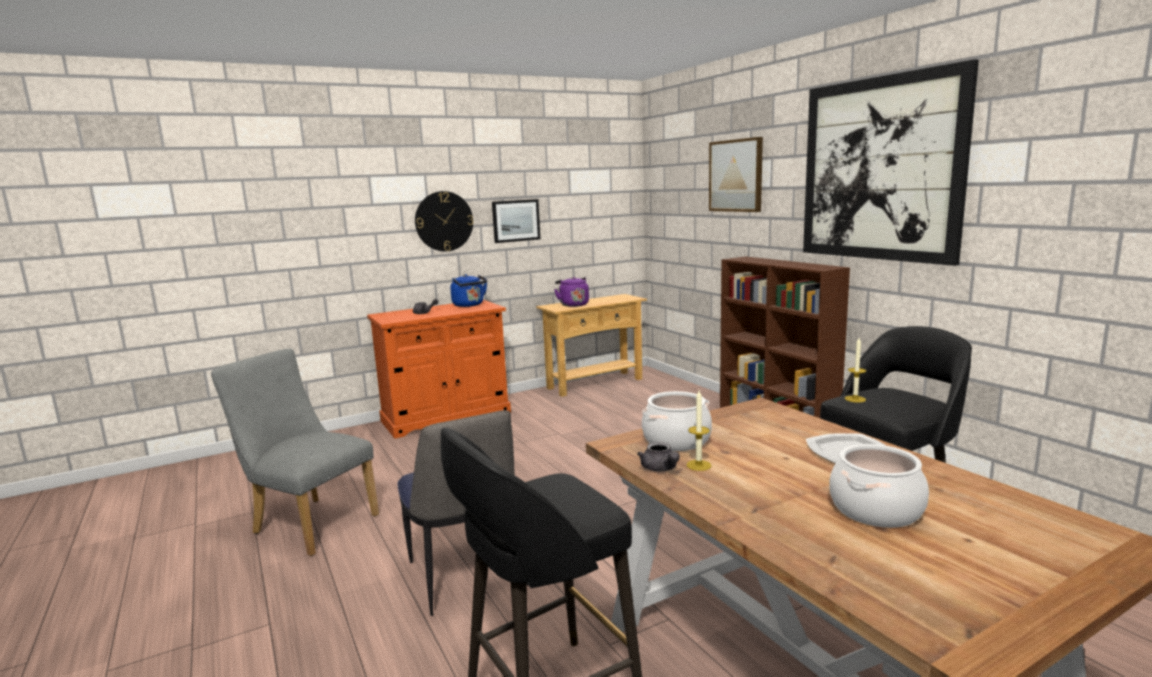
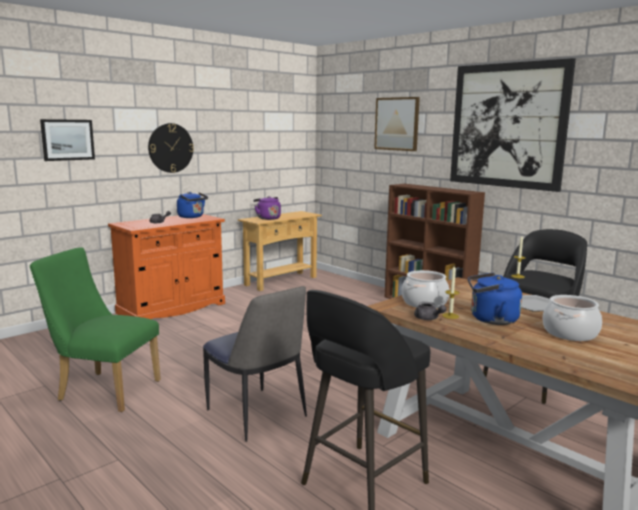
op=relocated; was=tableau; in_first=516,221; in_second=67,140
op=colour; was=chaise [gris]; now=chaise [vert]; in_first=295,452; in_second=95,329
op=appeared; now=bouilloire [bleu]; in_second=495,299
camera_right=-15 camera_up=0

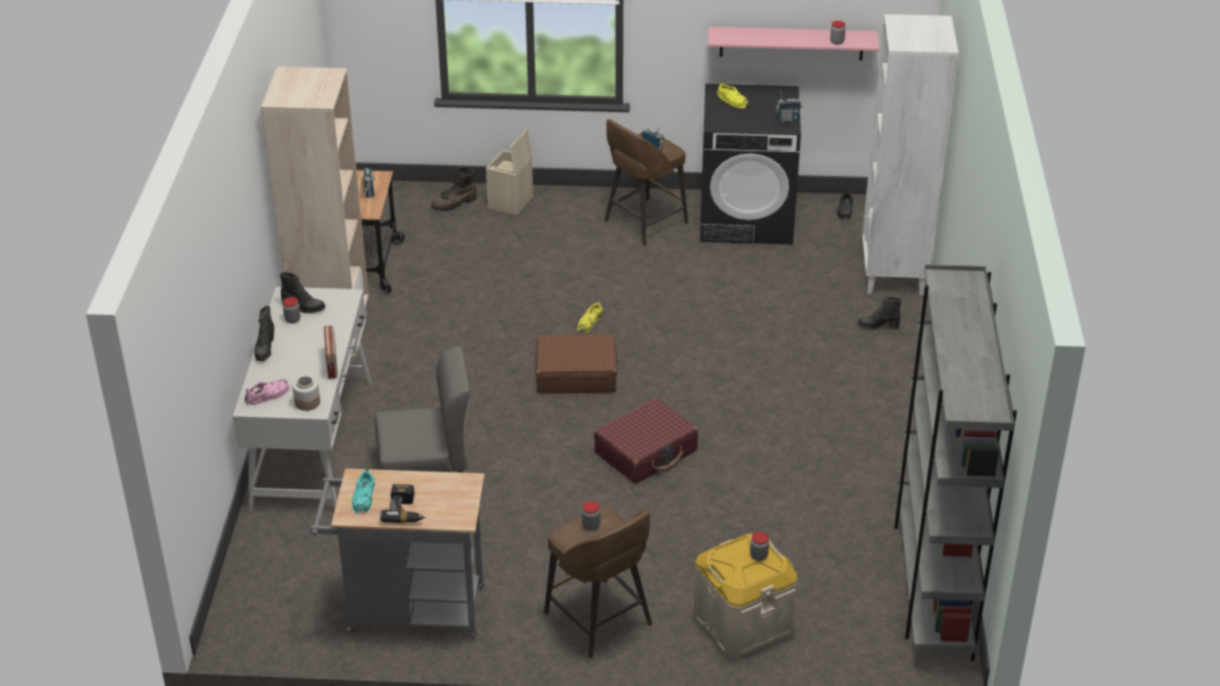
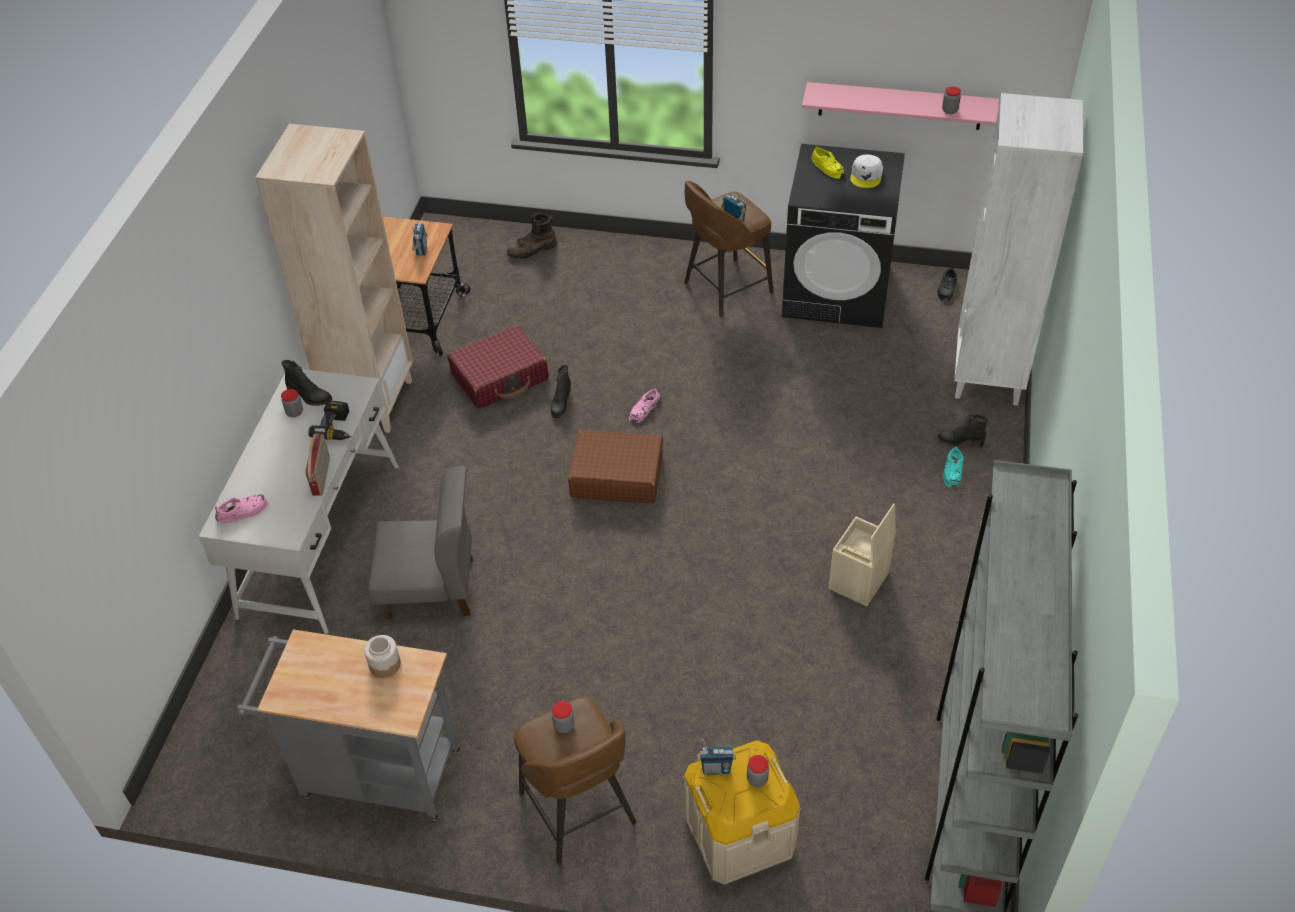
op=relocated; was=radio; in_first=789,106; in_second=716,757
op=relocated; was=boîte de rangement [beige]; in_first=509,171; in_second=862,554
op=colour; was=chaussure [jaune]; now=chaussure [rose]; in_first=590,317; in_second=645,405
op=relocated; was=botte [noir]; in_first=264,333; in_second=561,391
op=relocated; was=bocal; in_first=306,393; in_second=382,656
op=relocated; was=valise [rouge]; in_first=646,441; in_second=498,367
op=relocated; was=chaussure [turquoise]; in_first=363,491; in_second=953,467
op=relocated; was=perceuse; in_first=403,503; in_second=330,420
op=appeared; now=casquette [blanc]; in_second=866,171
camera_right=10 camera_up=10

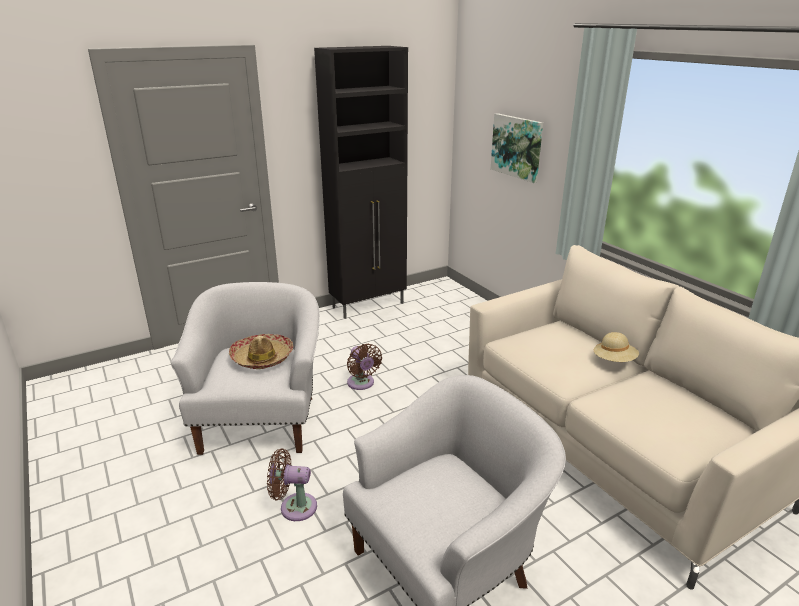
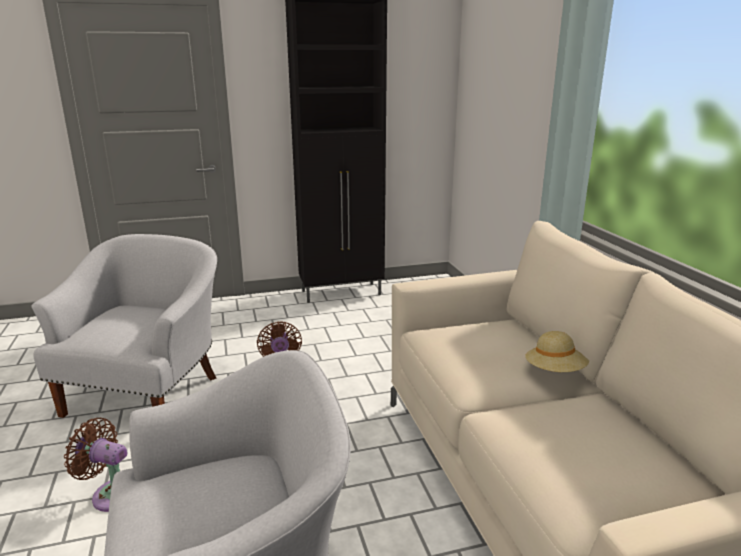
op=missing; was=tableau; in_first=517,148
op=missing; was=chapeau; in_first=261,351
camera_right=15 camera_up=-5

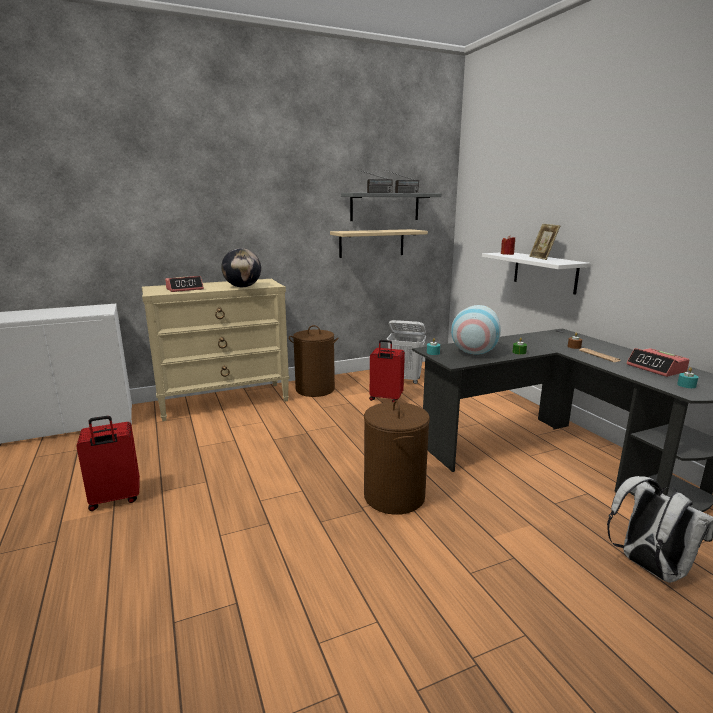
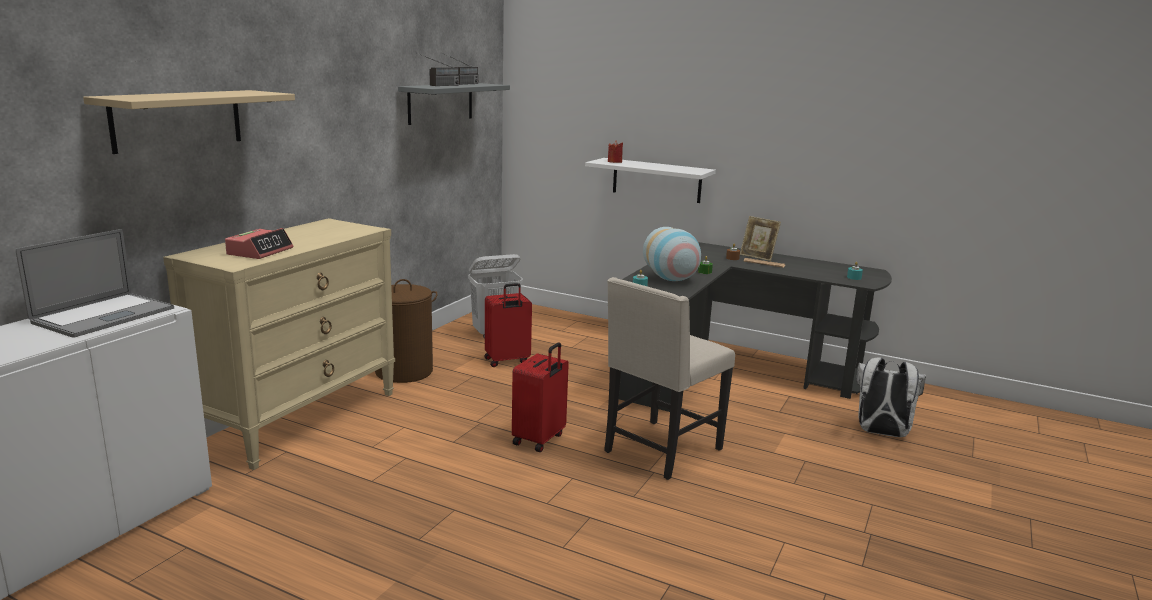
op=relocated; was=cadre photo; in_first=544,242; in_second=760,238
op=relocated; was=étagère [beige]; in_first=379,243; in_second=189,122
op=missing; was=globe; in_first=241,267
op=missing; was=réveil; in_first=657,362
op=exchanged; was=panier à linge [marron]; now=chaise [beige]; in_first=397,457; in_second=670,378
op=relocated; was=valise [rouge]; in_first=108,463; in_second=540,397
op=appeared; now=ordinateur portable; in_second=95,283
camera_right=-40 camera_up=0

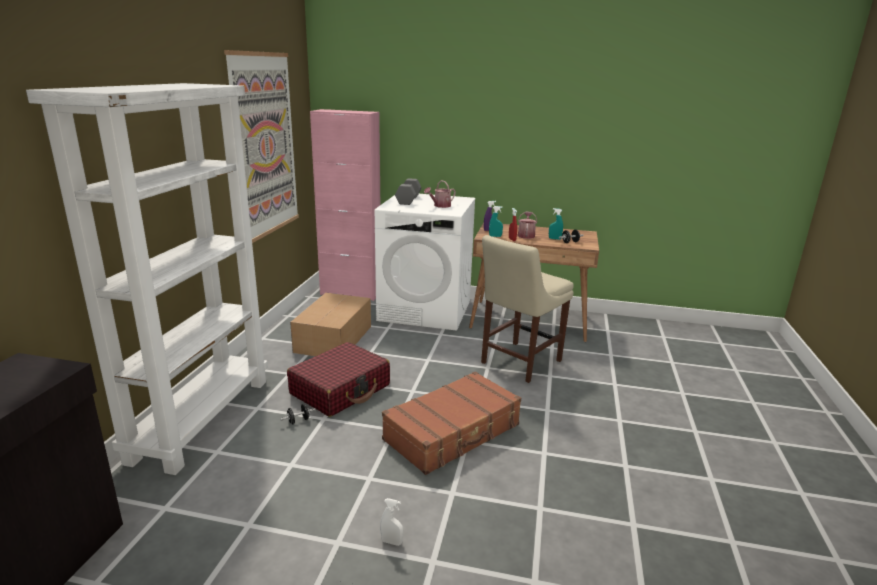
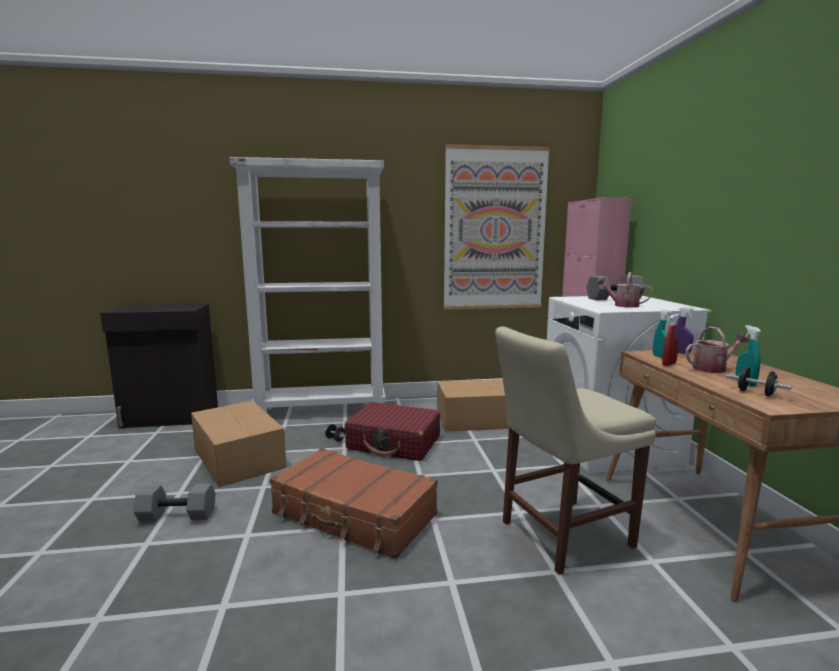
op=spun; was=chaise [beige]; in_first=527,309; in_second=575,450; clockwise=-45
op=exchanged; was=vaporisateur [blanc]; now=haltère [gris]; in_first=391,522; in_second=174,503
op=appeared; now=carton; in_second=239,444
camera_right=70 camera_up=-10

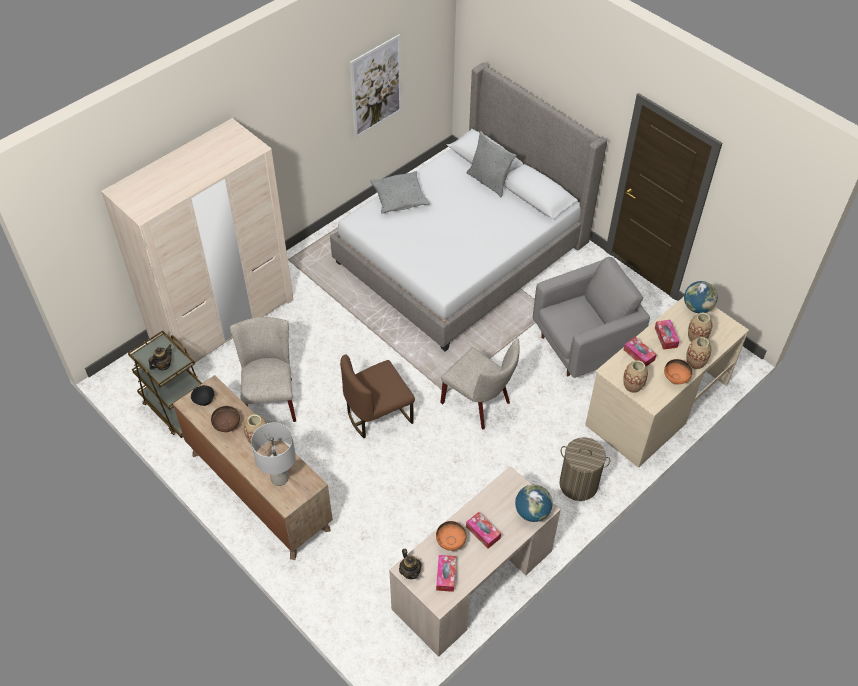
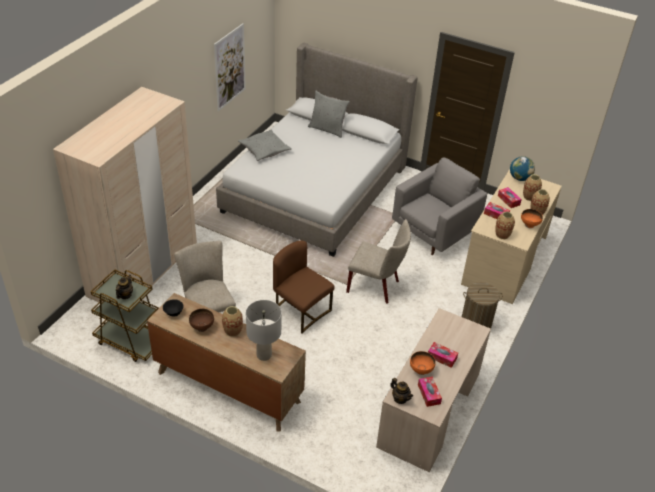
op=spun; was=chaise [marron]; in_first=377,396; in_second=304,287; clockwise=90
op=missing; was=globe; in_first=534,503
camera_right=-20 camera_up=-10

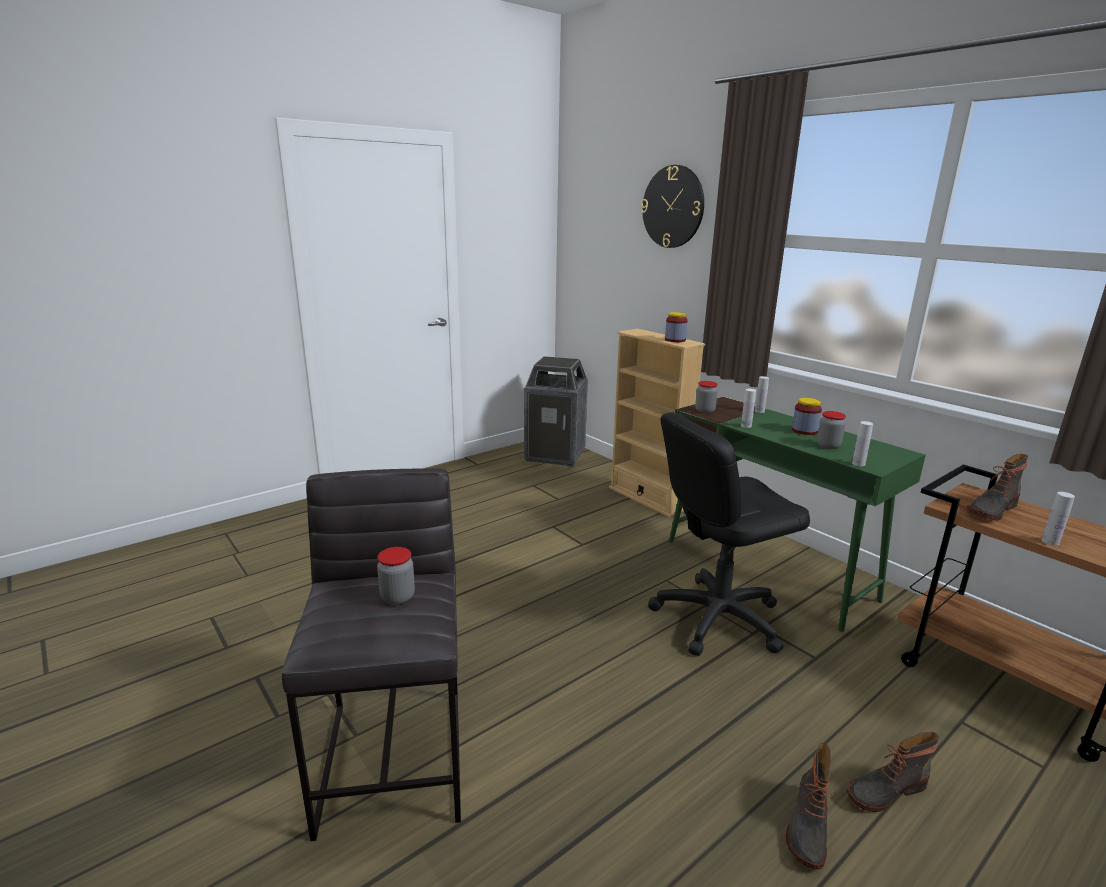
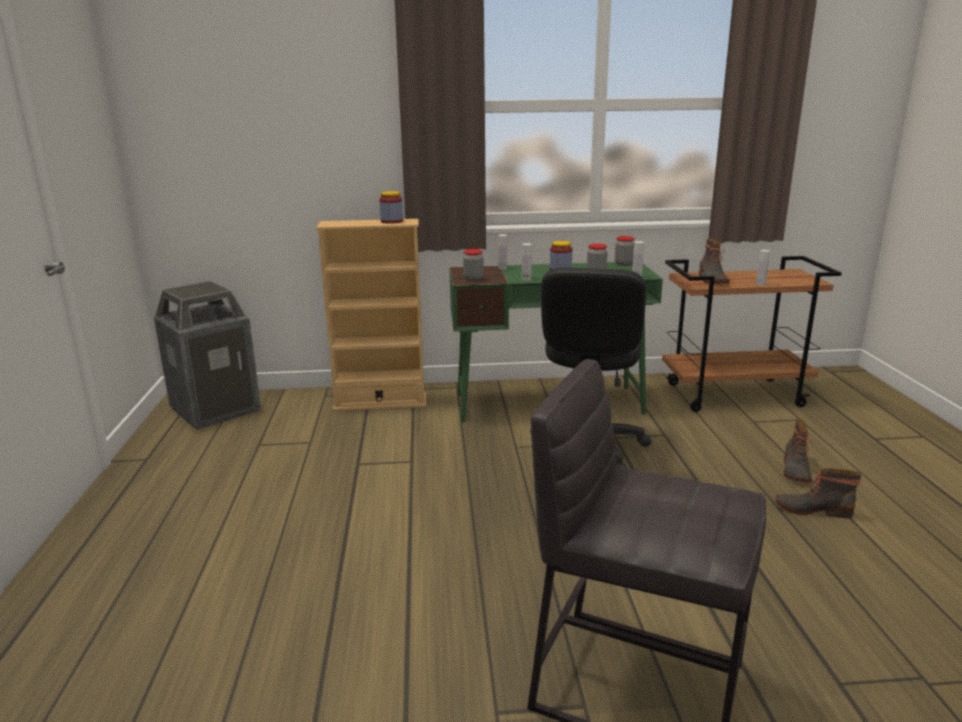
op=missing; was=horloge murale; in_first=672,206
op=relocated; was=bocal; in_first=396,576; in_second=625,251
op=spun; was=botte; in_first=810,806; in_second=819,493; clockwise=135
camera_right=-55 camera_up=0

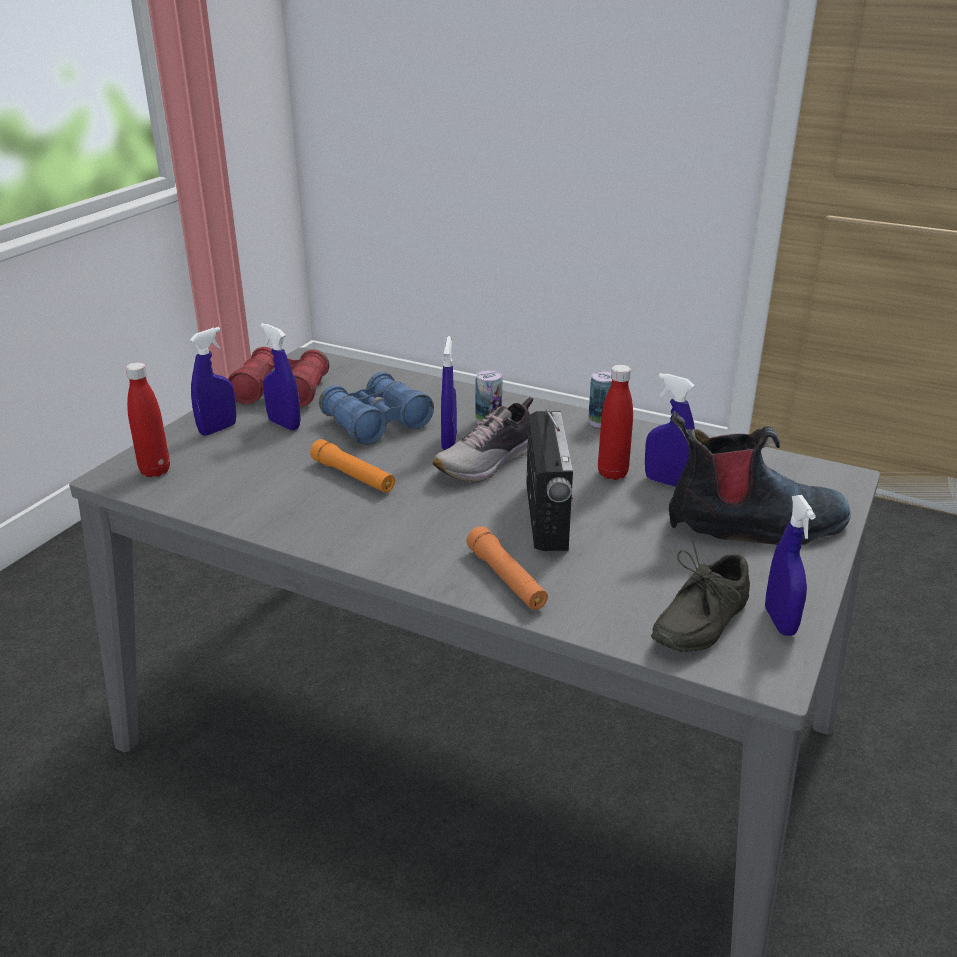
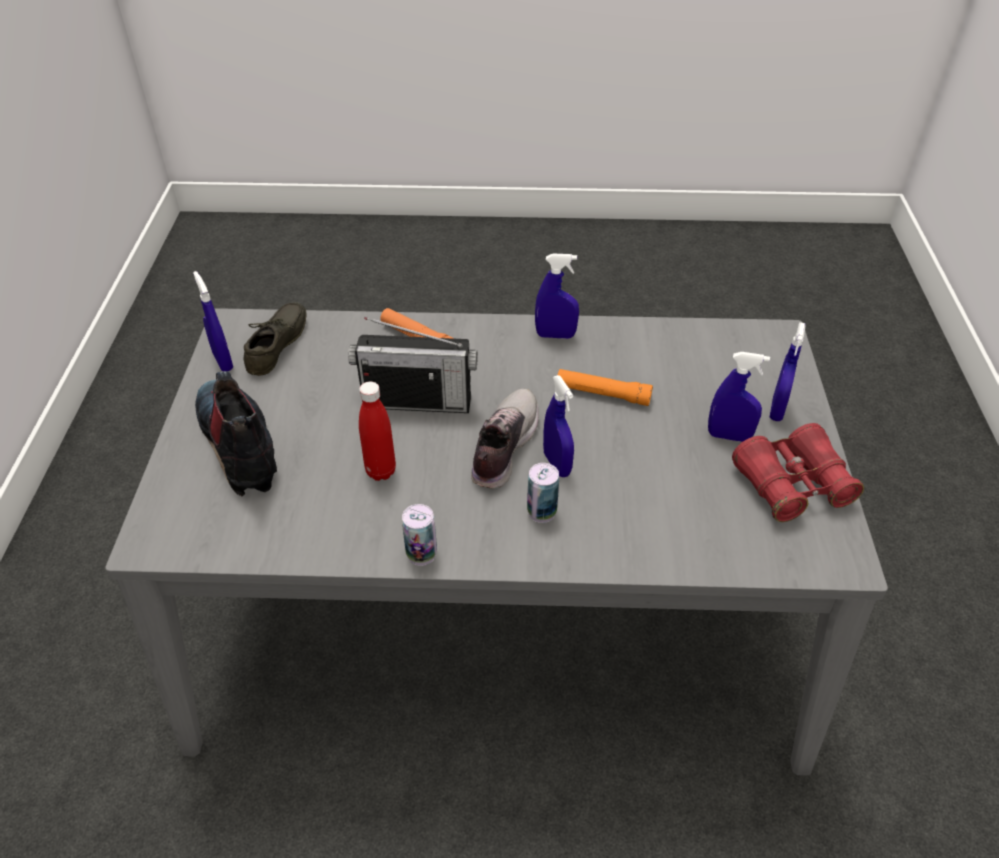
op=missing; was=bouteille [rouge]; in_first=148,419
op=missing; was=jumelles [bleu]; in_first=376,408
op=relocated; was=vaporisateur [bleu]; in_first=670,430; in_second=557,296
op=spun; was=radio; in_first=549,480; in_second=413,365; clockwise=-60
op=spun; was=botte; in_first=760,478; in_second=236,434; clockwise=90
camera_right=155 camera_up=15

